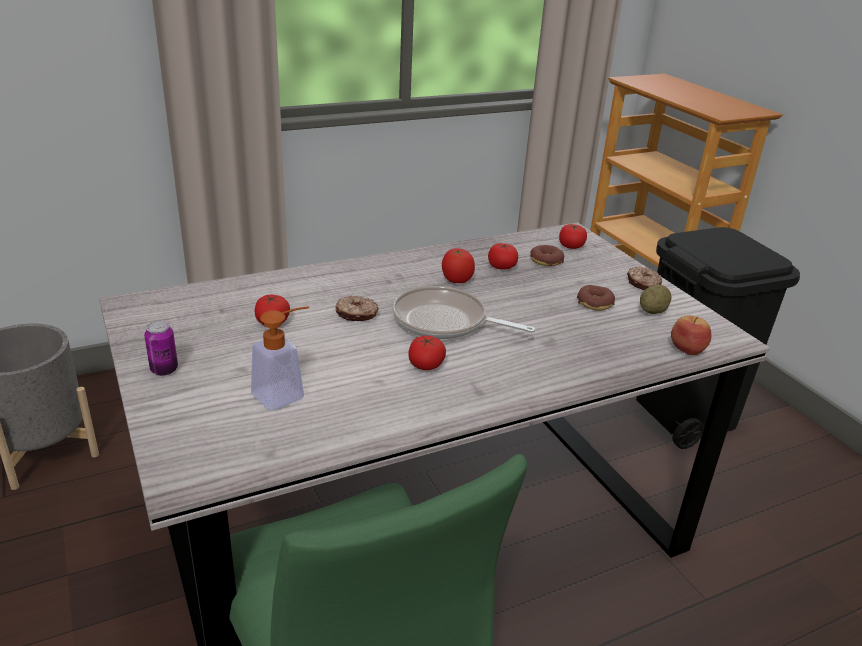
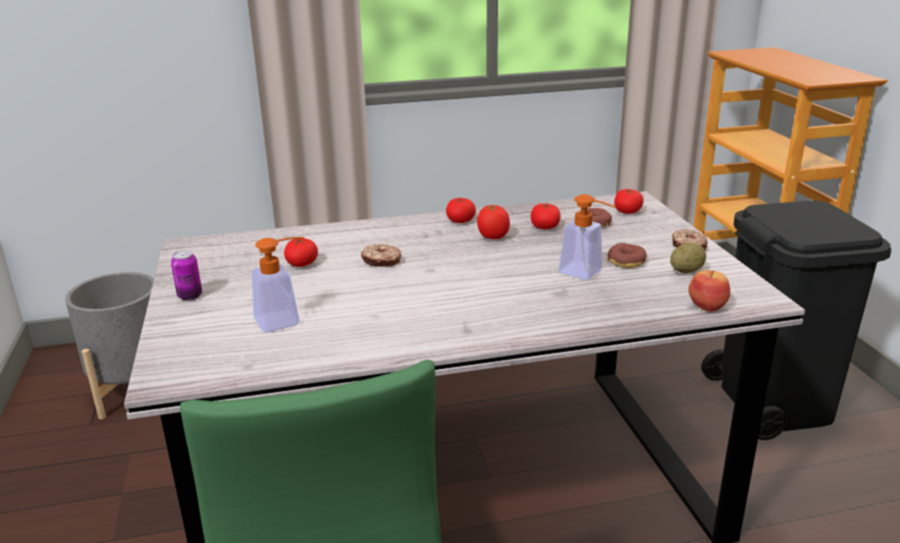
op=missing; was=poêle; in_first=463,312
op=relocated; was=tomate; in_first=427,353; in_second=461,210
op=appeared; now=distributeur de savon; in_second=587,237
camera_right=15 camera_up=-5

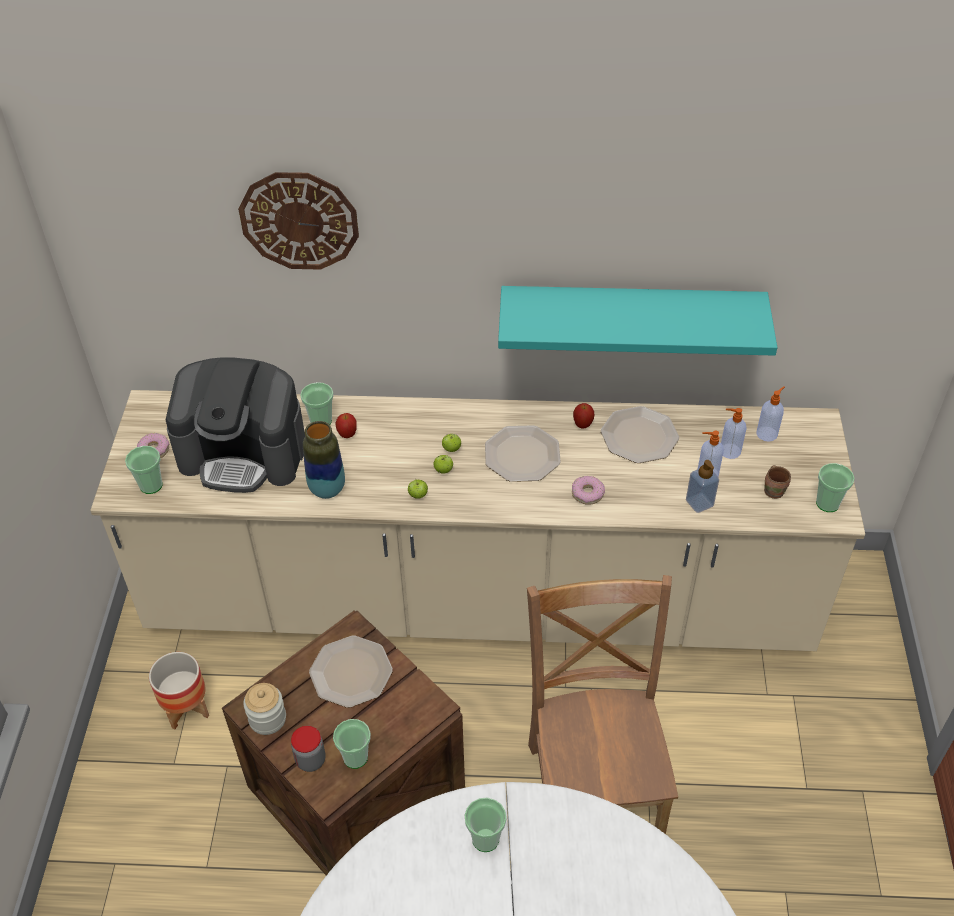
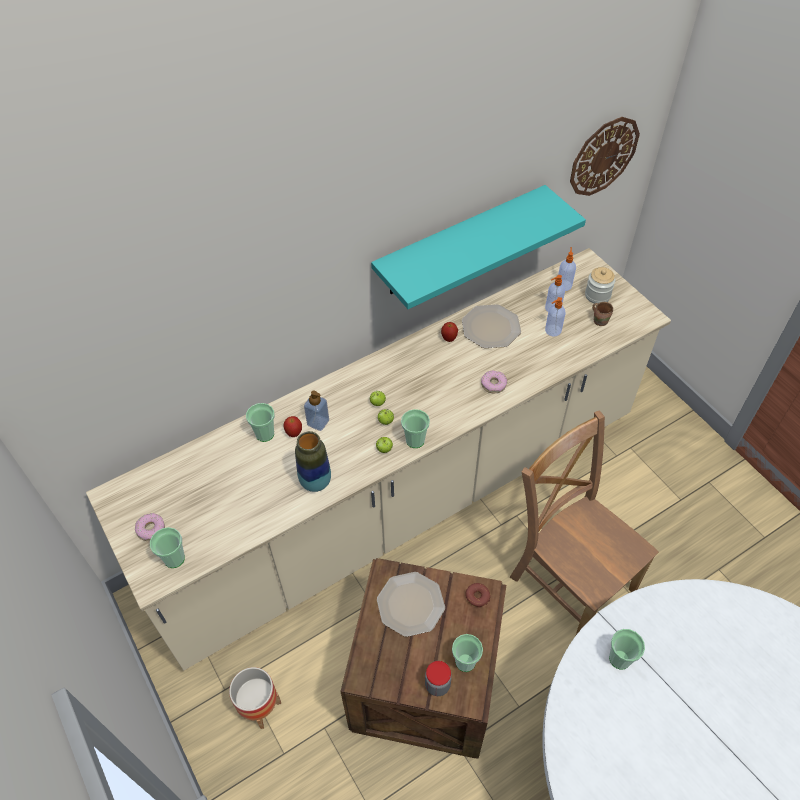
op=relocated; was=horloge murale; in_first=298,221; in_second=605,156
op=missing; was=machine à café; in_first=235,425
op=missing; was=assiette; in_first=523,453
op=relocated; was=distributeur de savon; in_first=702,486; in_second=316,411
op=relocated; was=tasse; in_first=835,487; in_second=415,428
op=relocated; was=bocal; in_first=264,709; in_second=600,285
op=appeared; now=beignet; in_second=478,595
camera_right=-35 camera_up=5

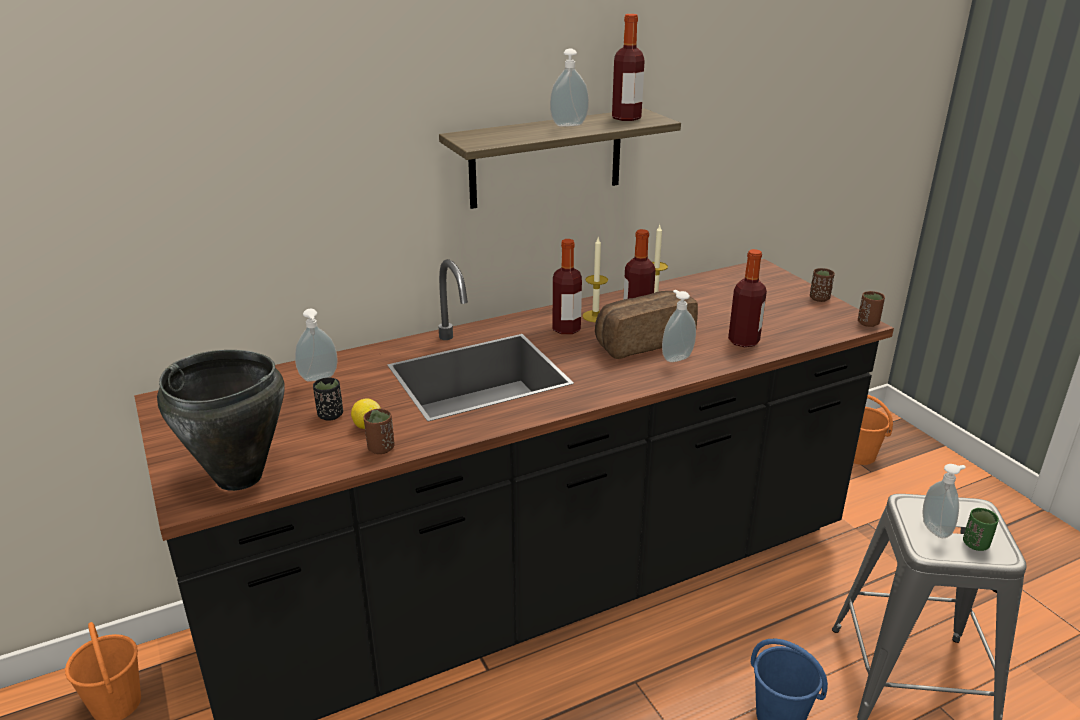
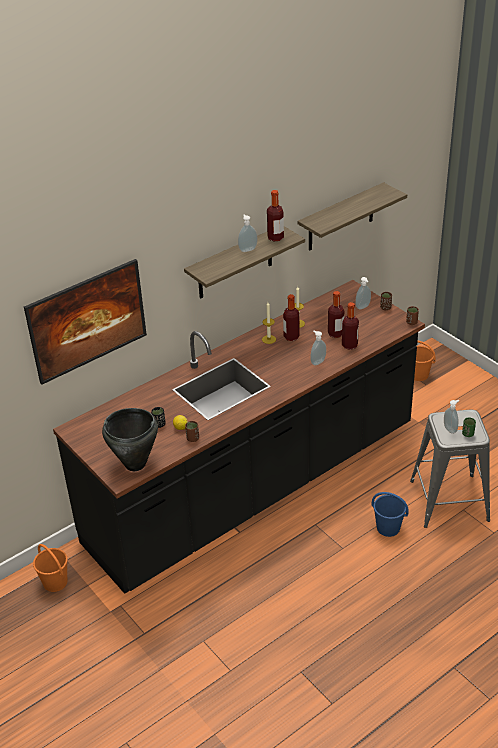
op=relocated; was=bouteille; in_first=567,286; in_second=336,314
op=missing; was=pain; in_first=646,325
op=relocated; was=distributeur de savon; in_first=316,345; in_second=363,293
op=appeared; now=étagère; in_second=352,216
op=appeared; now=tableau; in_second=85,322
camera_right=-10 camera_up=10

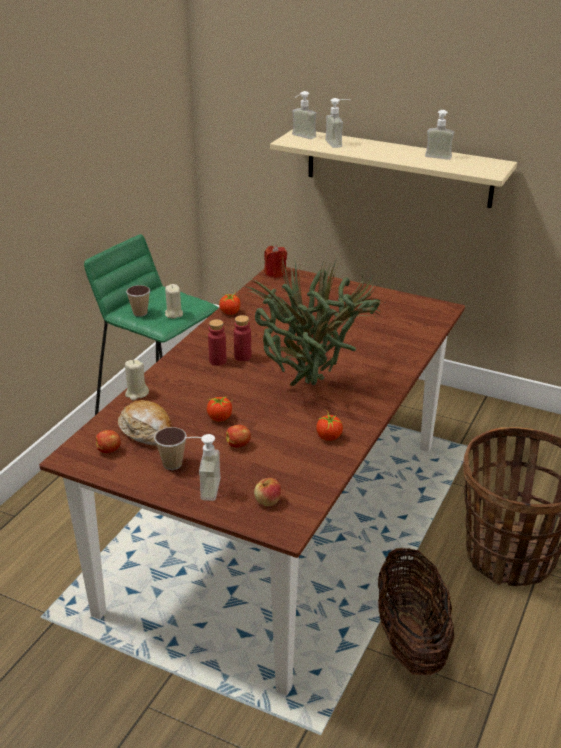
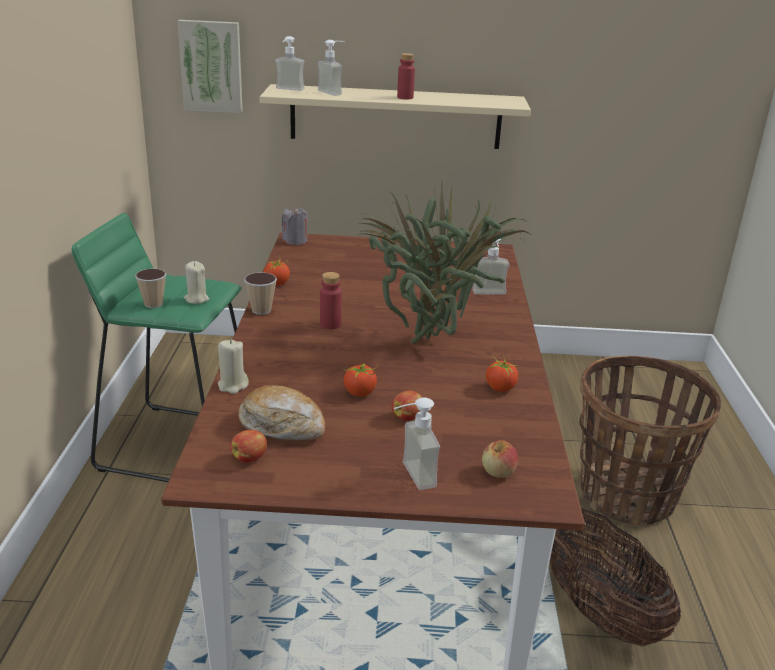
op=relocated; was=distributeur de savon; in_first=439,135; in_second=490,267
op=colour; was=bougie [rouge]; now=bougie [gris]; in_first=275,261; in_second=295,225
op=relocated; was=bouteille [rouge]; in_first=217,342; in_second=406,76
op=relocated; was=tasse; in_first=170,448; in_second=260,293
op=appeared; now=tableau; in_second=210,66
camera_right=-25 camera_up=-5

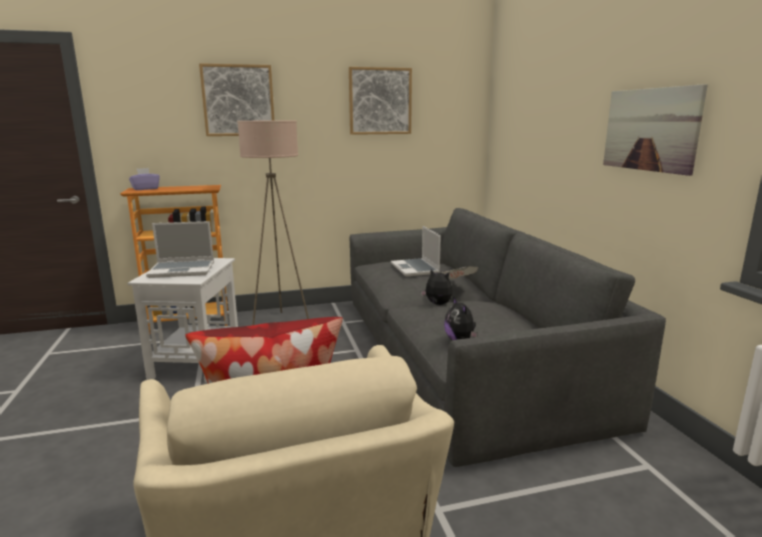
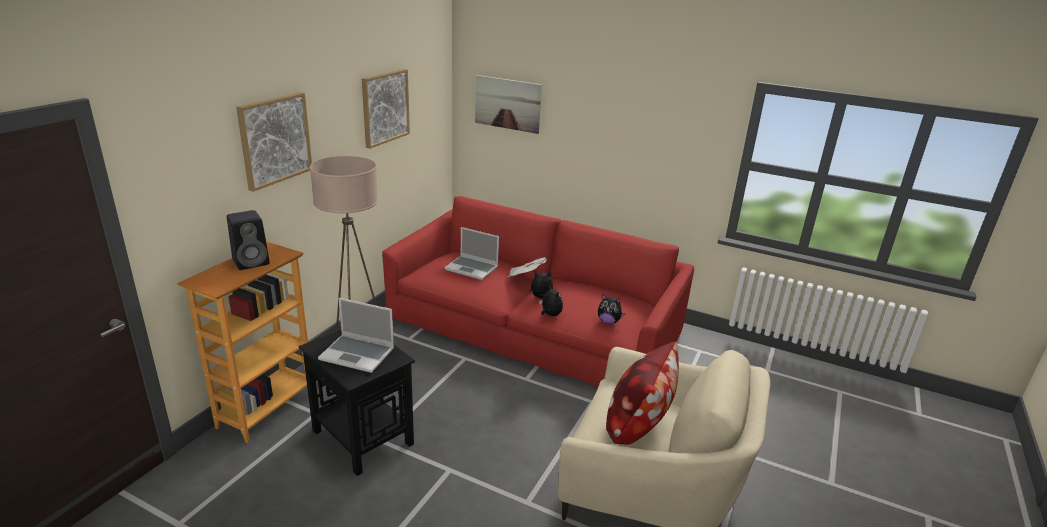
op=relocated; was=tableau; in_first=655,130; in_second=508,104
op=missing; was=boîte à mouchoirs [violet]; in_first=144,179
op=colour; was=canapé [gris]; now=canapé [rouge]; in_first=508,337; in_second=538,291
op=spun; was=ordinateur portable; in_first=180,249; in_second=356,335; clockwise=75
op=colour; was=table d'appoint [blanc]; now=table d'appoint [noir]; in_first=182,320; in_second=357,403
op=appeared; now=enceinte [noir]; in_second=248,240
op=appeared; now=peluche; in_second=551,300
camera_right=-50 camera_up=10

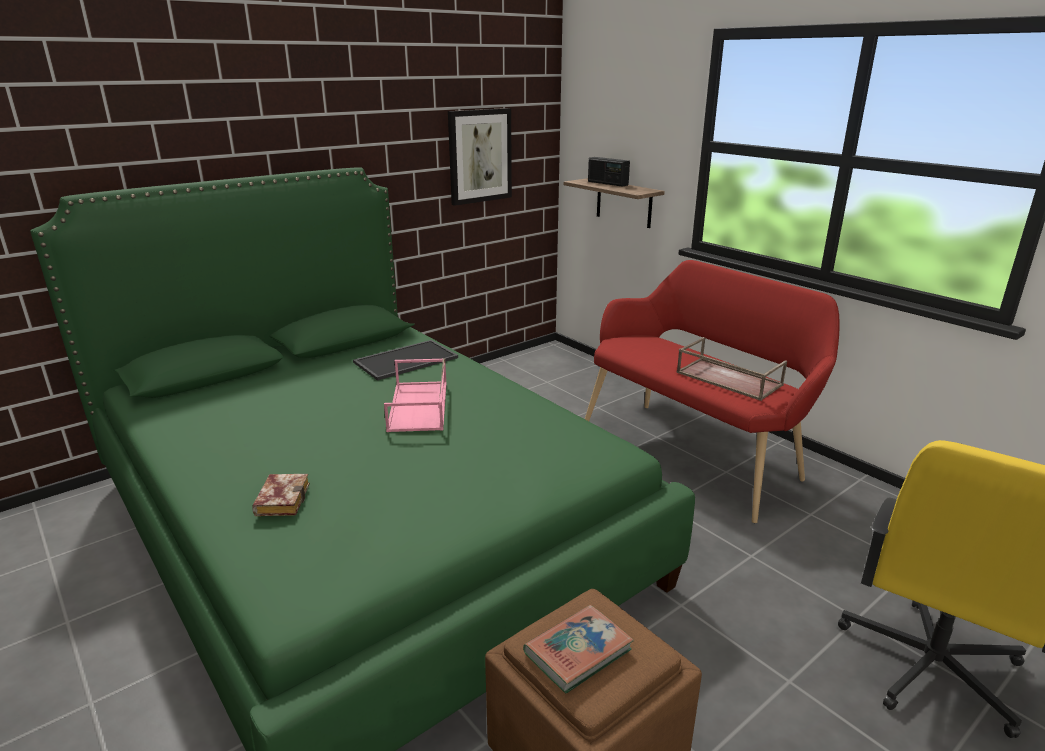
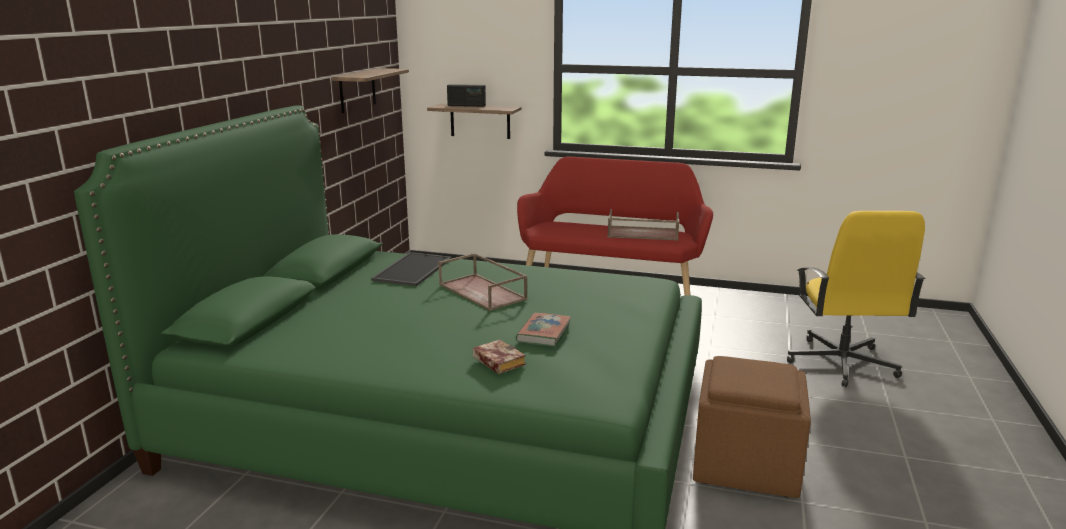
op=exchanged; was=tableau; now=étagère; in_first=480,157; in_second=370,90
op=colour; was=plateau [rose]; now=plateau [marron]; in_first=415,395; in_second=482,282
op=relocated; was=livre; in_first=578,649; in_second=543,329
camera_right=-35 camera_up=-5

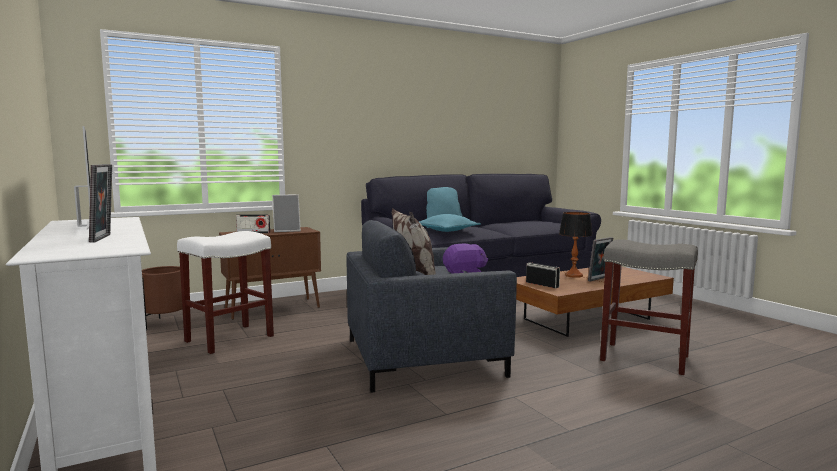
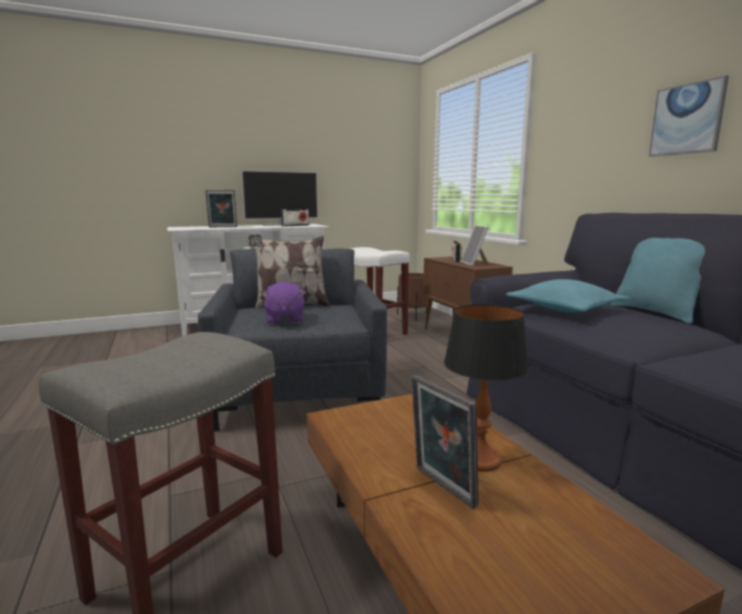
op=relocated; was=radio; in_first=543,275; in_second=295,218
op=appeared; now=tableau; in_second=689,116
camera_right=95 camera_up=5

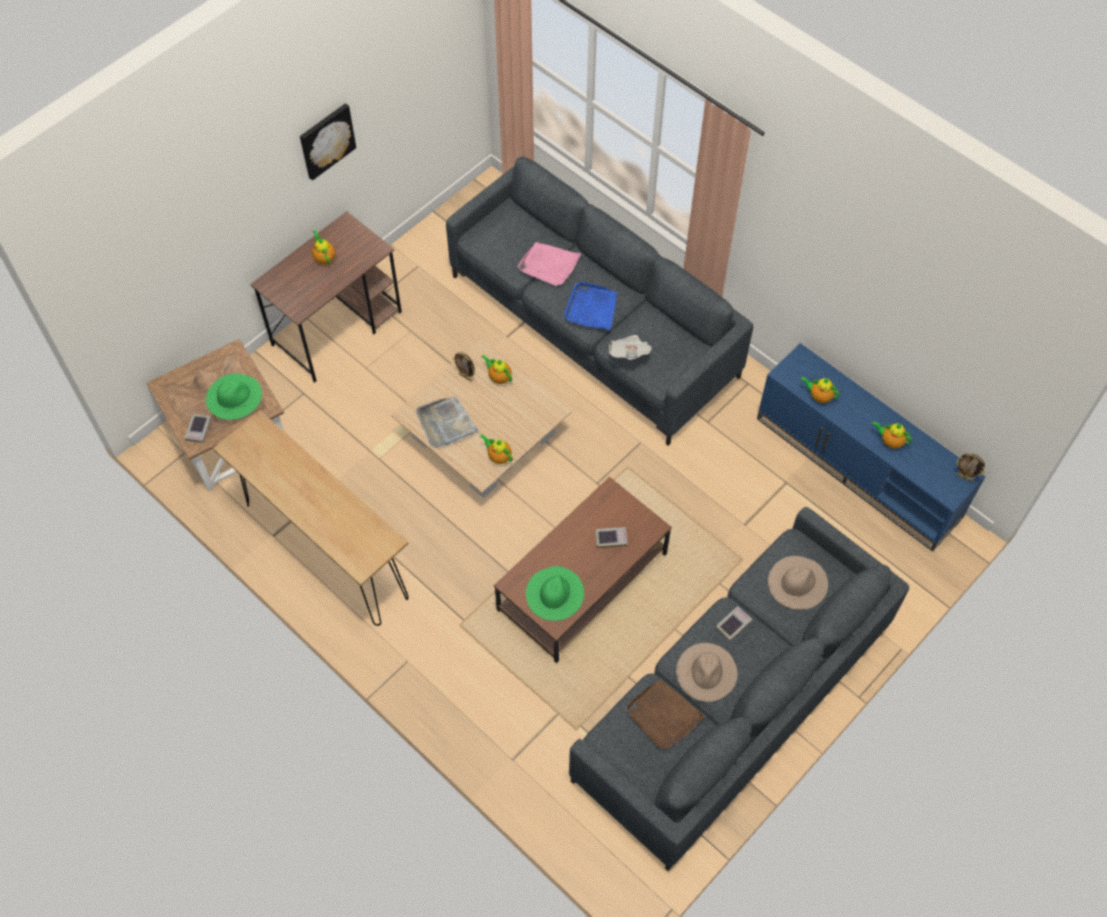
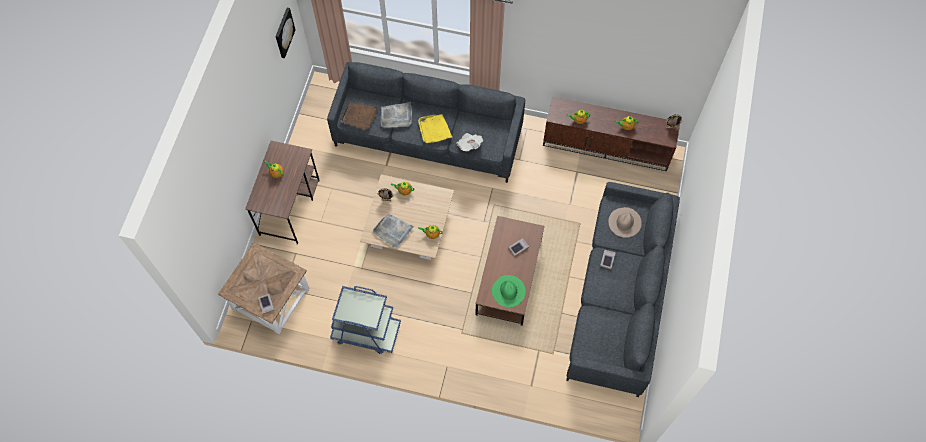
op=relocated; was=tableau; in_first=328,142; in_second=285,33
op=colour; was=plateau [rose]; now=plateau [gris]; in_first=550,264; in_second=396,115
op=colour; was=plateau [bleu]; now=plateau [jaune]; in_first=590,305; in_second=435,128
op=colour; was=meuble télé [bleu]; now=meuble télé [marron]; in_first=871,447; in_second=611,133
op=missing; was=chapeau [vert]; in_first=234,396
op=exchanged; was=table console [marron]; now=chariot [bleu]; in_first=311,518; in_second=365,320
op=missing; was=chapeau [beige]; in_first=706,672
op=relocated; was=plateau [marron]; in_first=665,714; in_second=359,116
camera_right=-30 camera_up=5

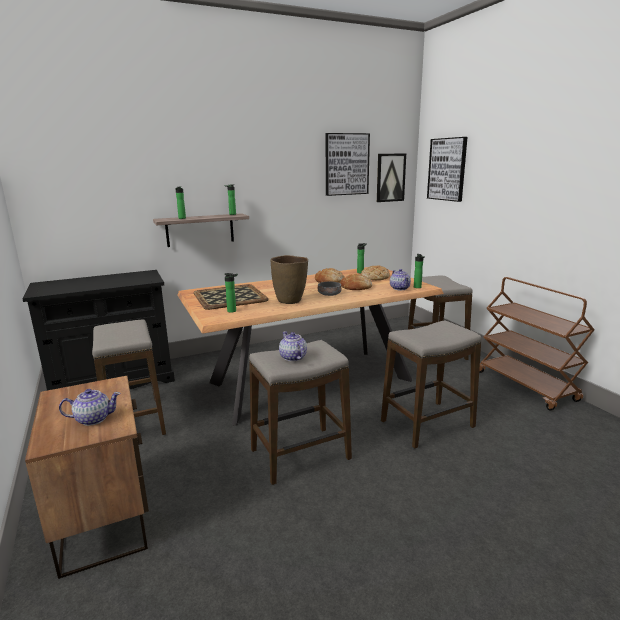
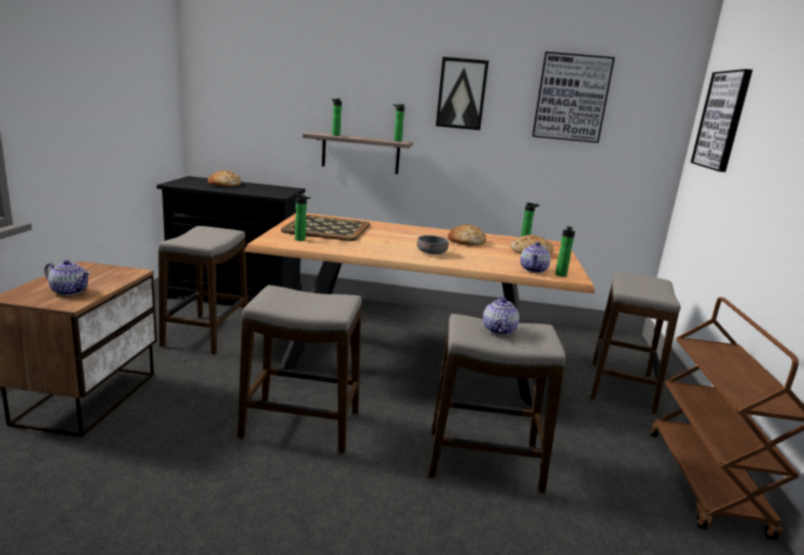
op=relocated; was=tableau; in_first=391,178; in_second=462,93
op=missing; was=vase [marron]; in_first=289,279
op=relocated; was=pain; in_first=356,282; in_second=224,178
op=relocated; was=théière; in_first=293,346; in_second=501,315
camera_right=30 camera_up=0

